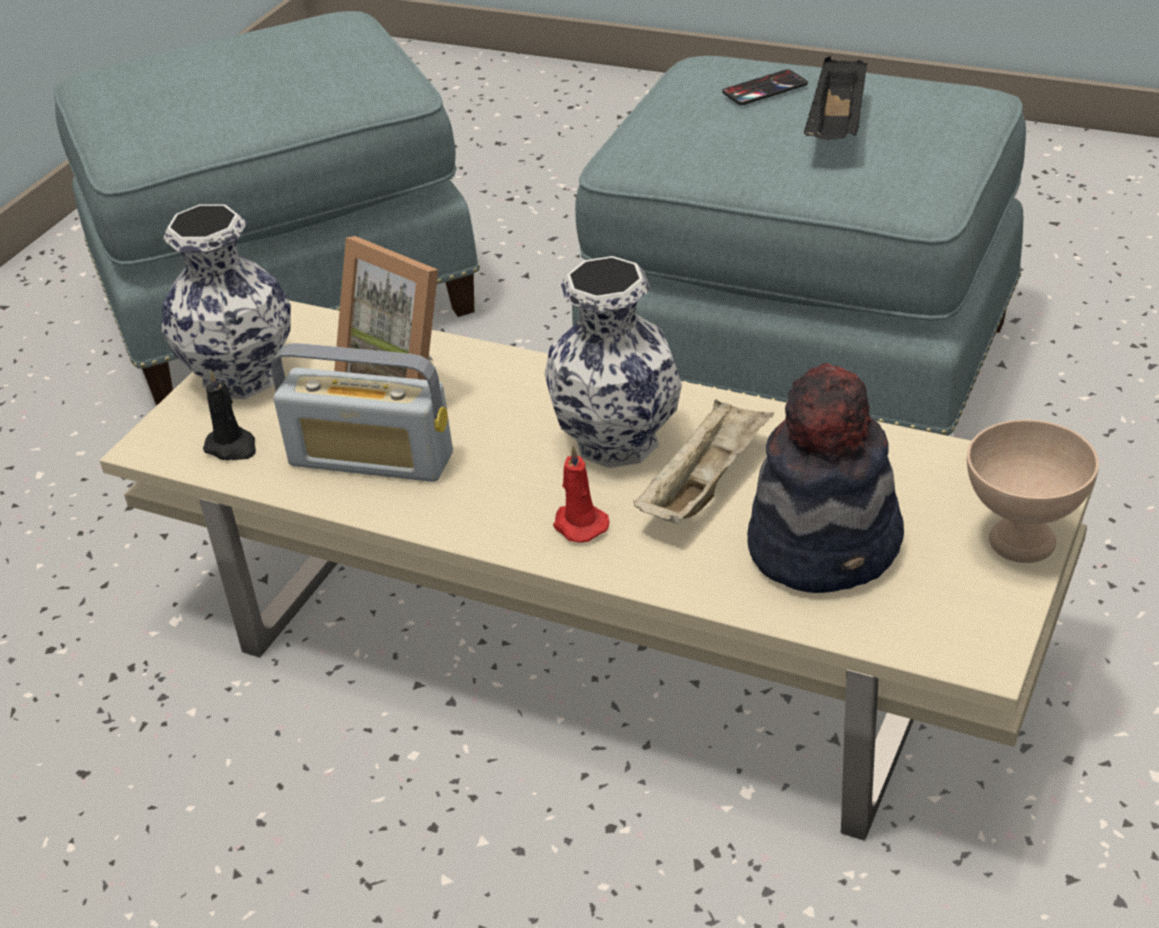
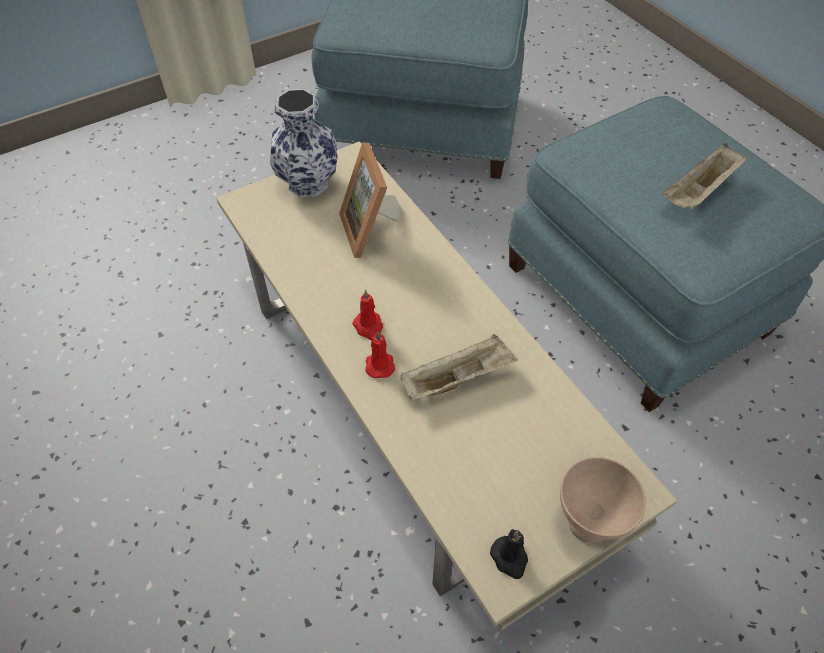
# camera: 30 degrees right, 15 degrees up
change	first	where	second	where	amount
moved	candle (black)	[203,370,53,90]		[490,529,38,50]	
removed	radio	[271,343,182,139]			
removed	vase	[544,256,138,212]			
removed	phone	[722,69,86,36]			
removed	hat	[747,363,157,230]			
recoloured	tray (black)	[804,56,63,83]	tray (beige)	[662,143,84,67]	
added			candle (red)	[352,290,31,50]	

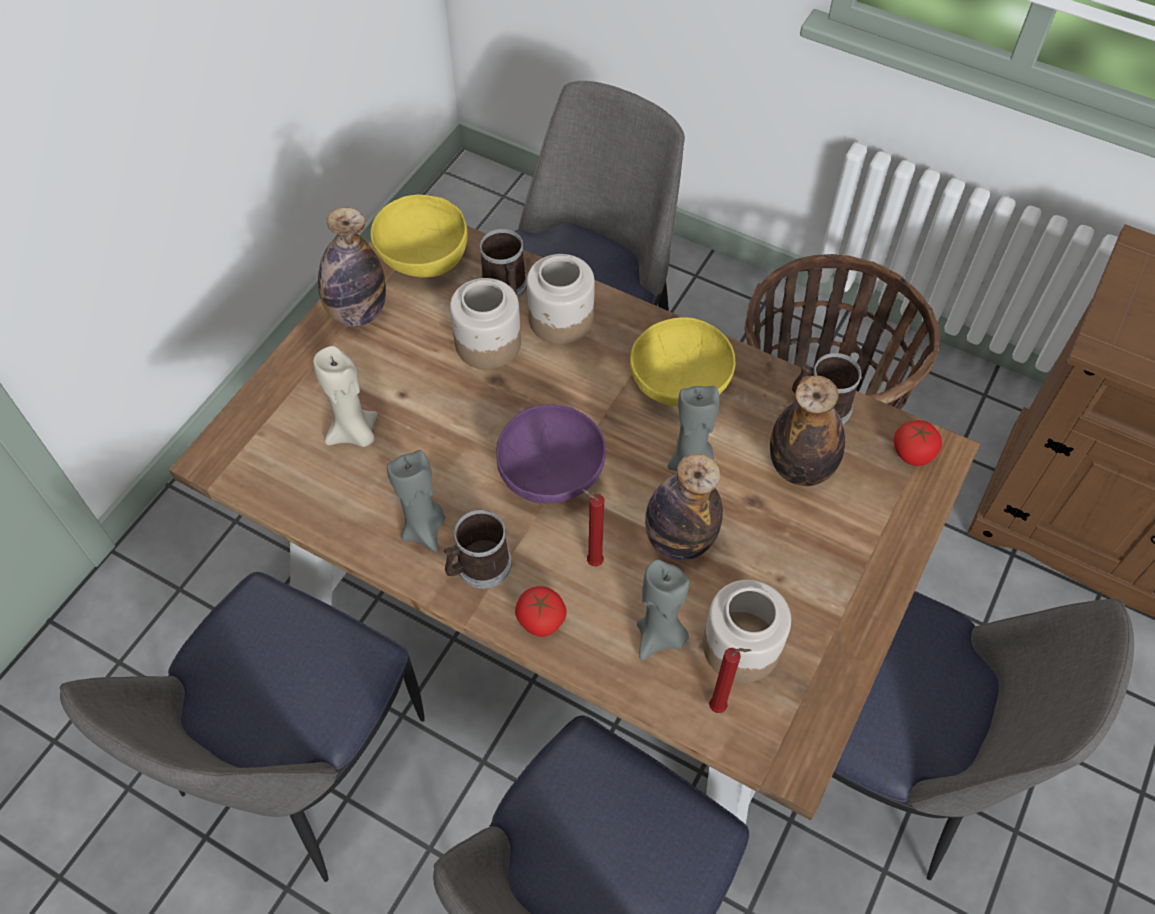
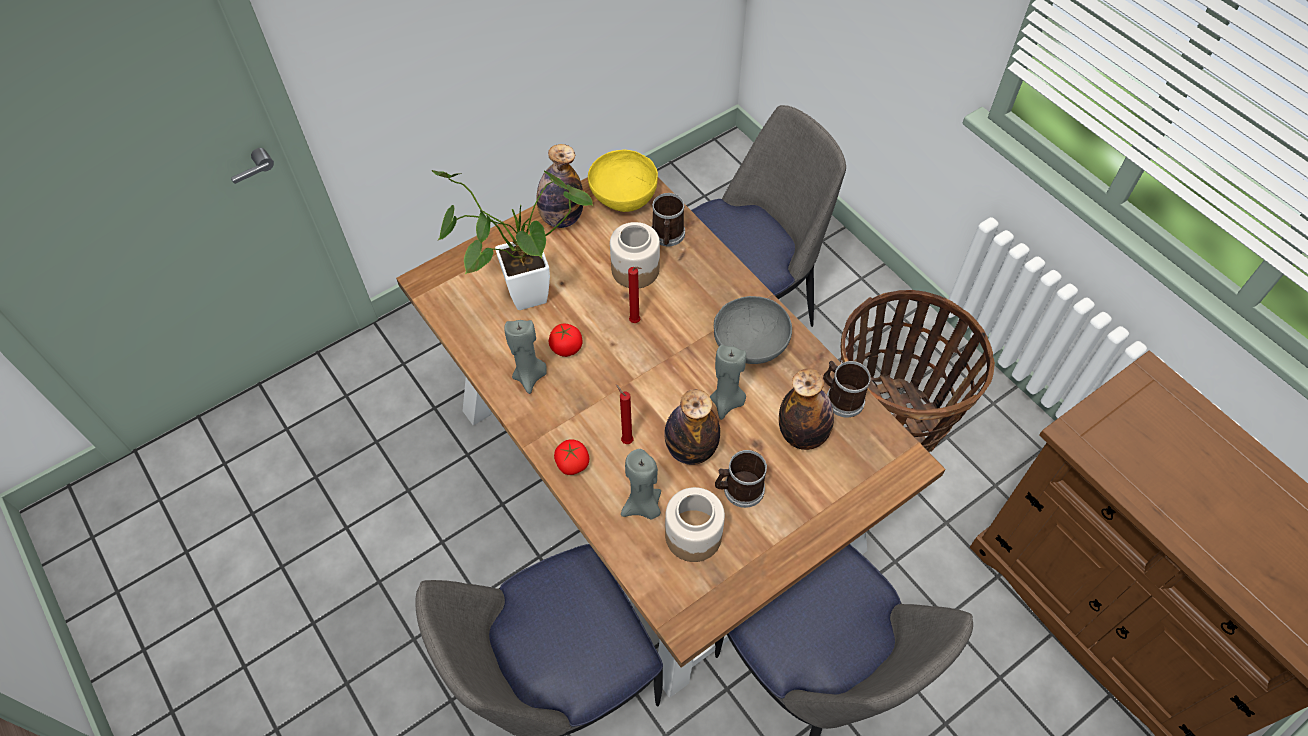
# camera: 25 degrees right, 0 degrees up
change	first	where	second	where	amount
removed	chair	[60,572,365,310]			
replaced	candle (beige)	[313,346,65,101]	potted plant	[431,170,162,140]	
moved	mug	[444,510,68,79]		[715,450,52,58]	
removed	bowl (purple)	[496,404,110,100]			
removed	jar	[527,254,68,90]			
recoloured	bowl (yellow)	[630,317,105,90]	bowl (grey)	[714,296,78,68]	
moved	candle (red)	[709,648,43,65]		[628,267,14,56]	
moved	tomato	[894,420,48,46]		[549,324,33,33]	

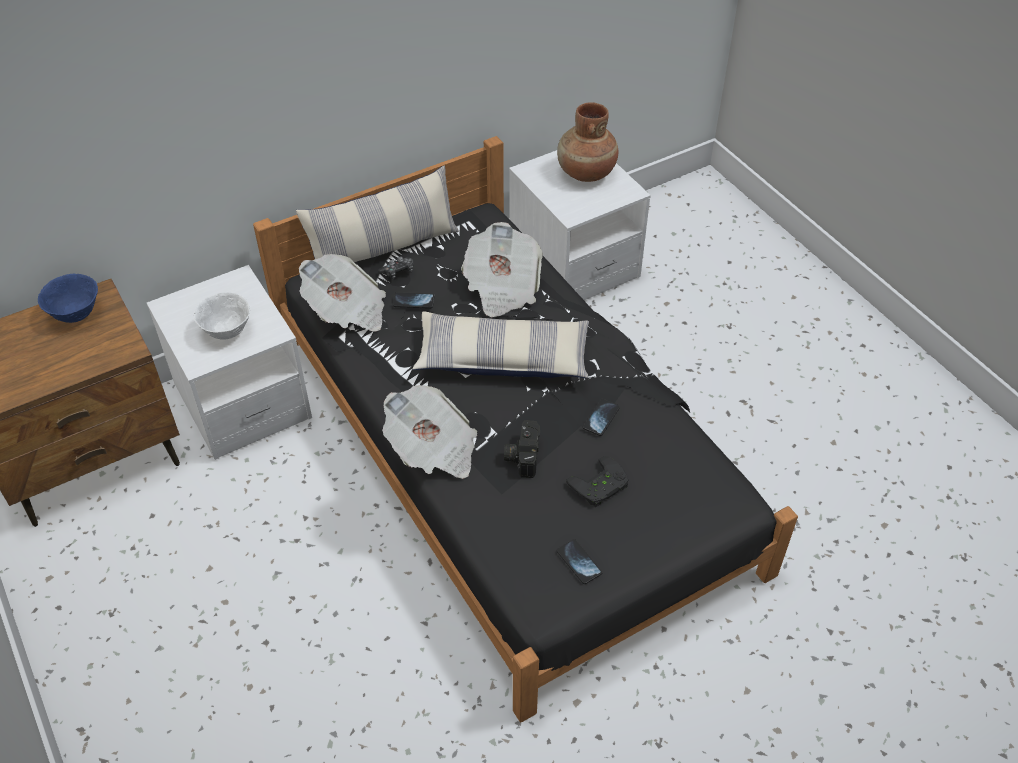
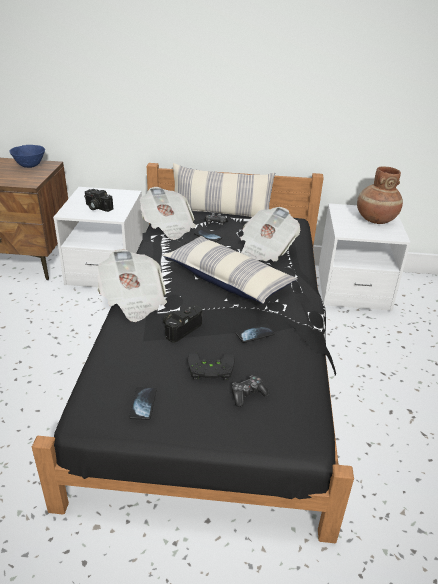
# camera: 35 degrees right, 15 degrees down
change	first	where	second	where	amount
replaced	bowl (white)	[194,292,56,48]	photo camera	[84,189,29,23]	
added			game controller	[232,376,37,31]	

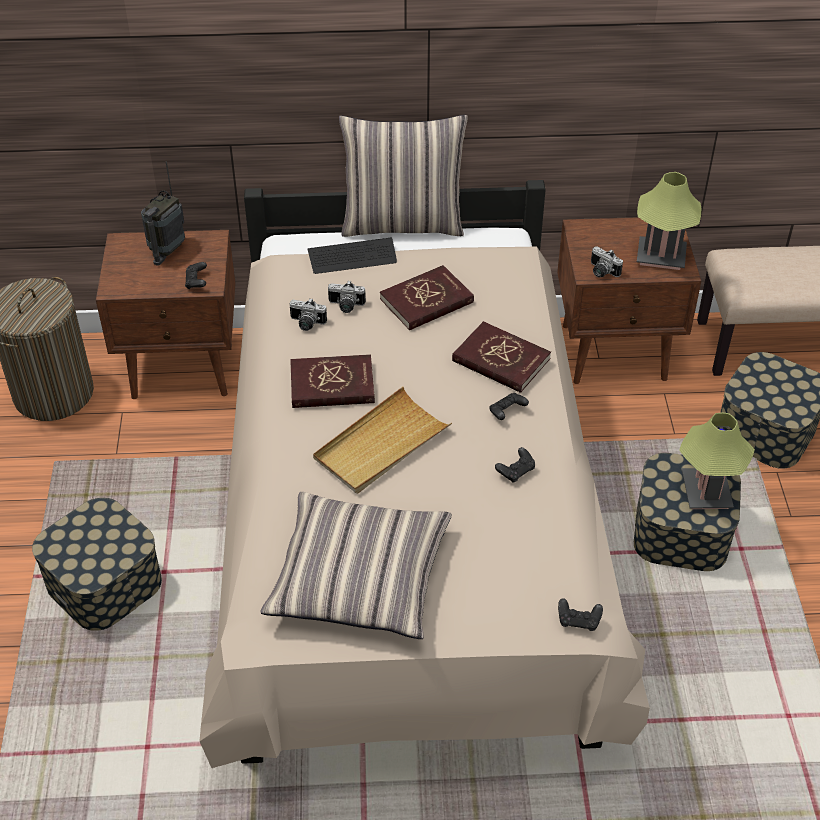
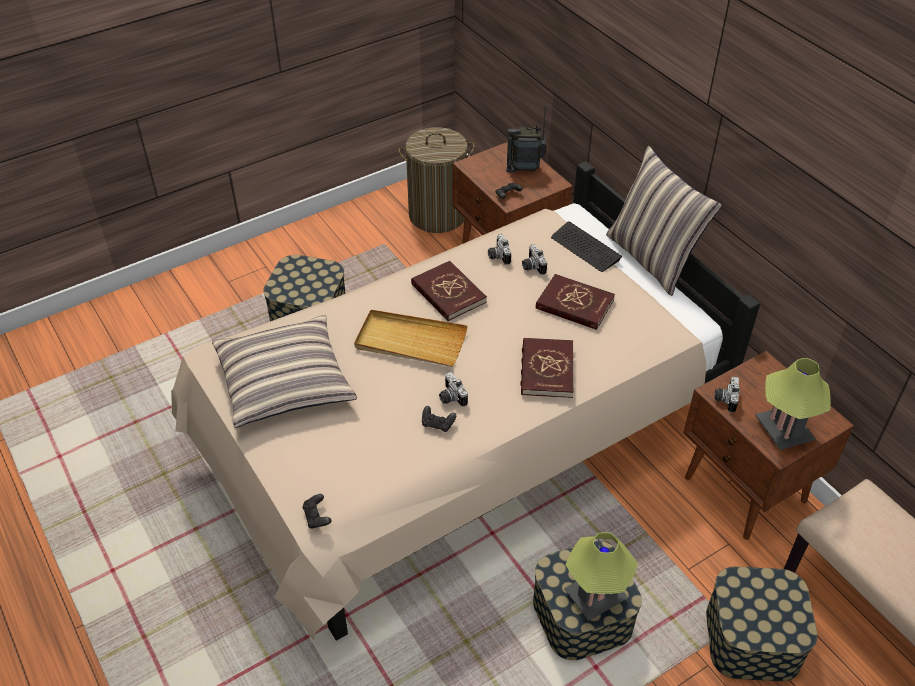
# camera: 60 degrees right, 0 degrees up
change	first	where	second	where	amount
removed	game controller (black)	[489,393,40,27]			
added			photo camera	[439,372,29,35]	

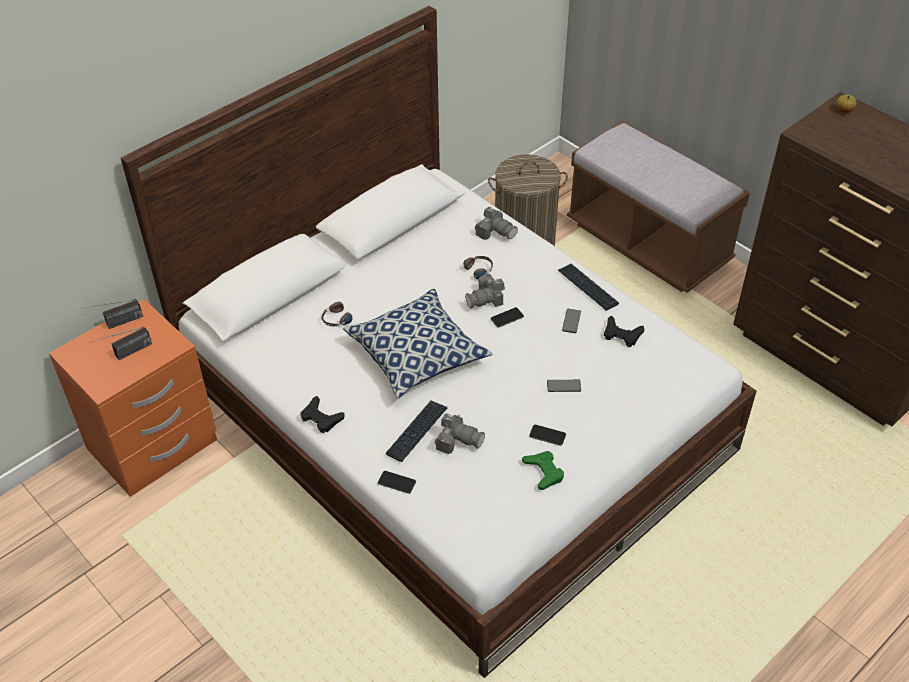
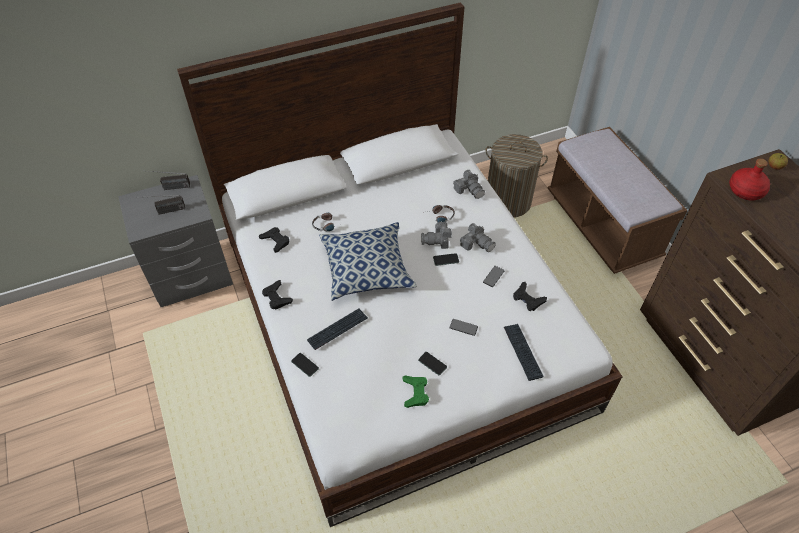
# camera: 20 degrees right, 5 degrees up
change	first	where	second	where	amount
recoloured	nightstand (orange)	[49,299,168,198]	nightstand (grey)	[118,175,115,132]	
moved	photo camera	[435,414,50,40]		[460,223,36,29]	
moved	keyboard	[558,264,61,47]		[504,324,40,57]	
added			game controller (black)	[259,227,30,26]	
added			bottle (red)	[729,159,41,42]	

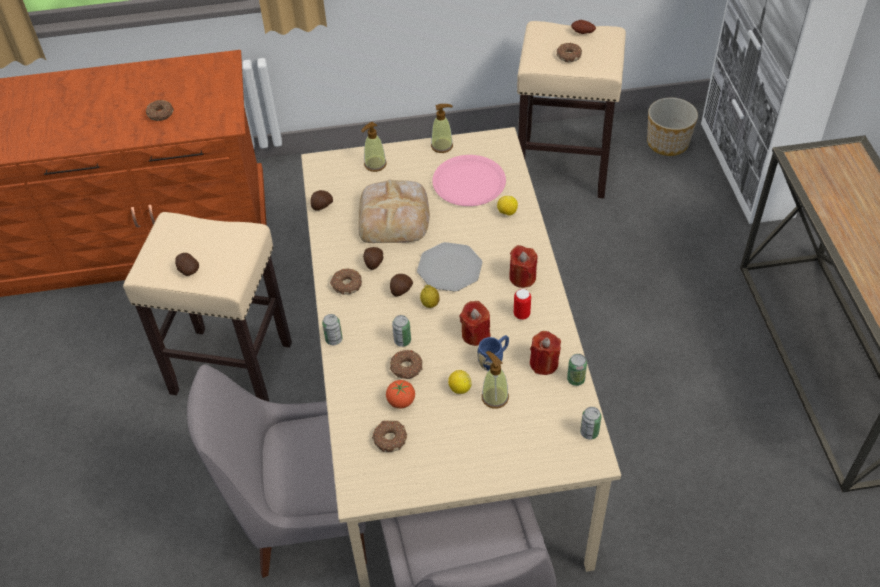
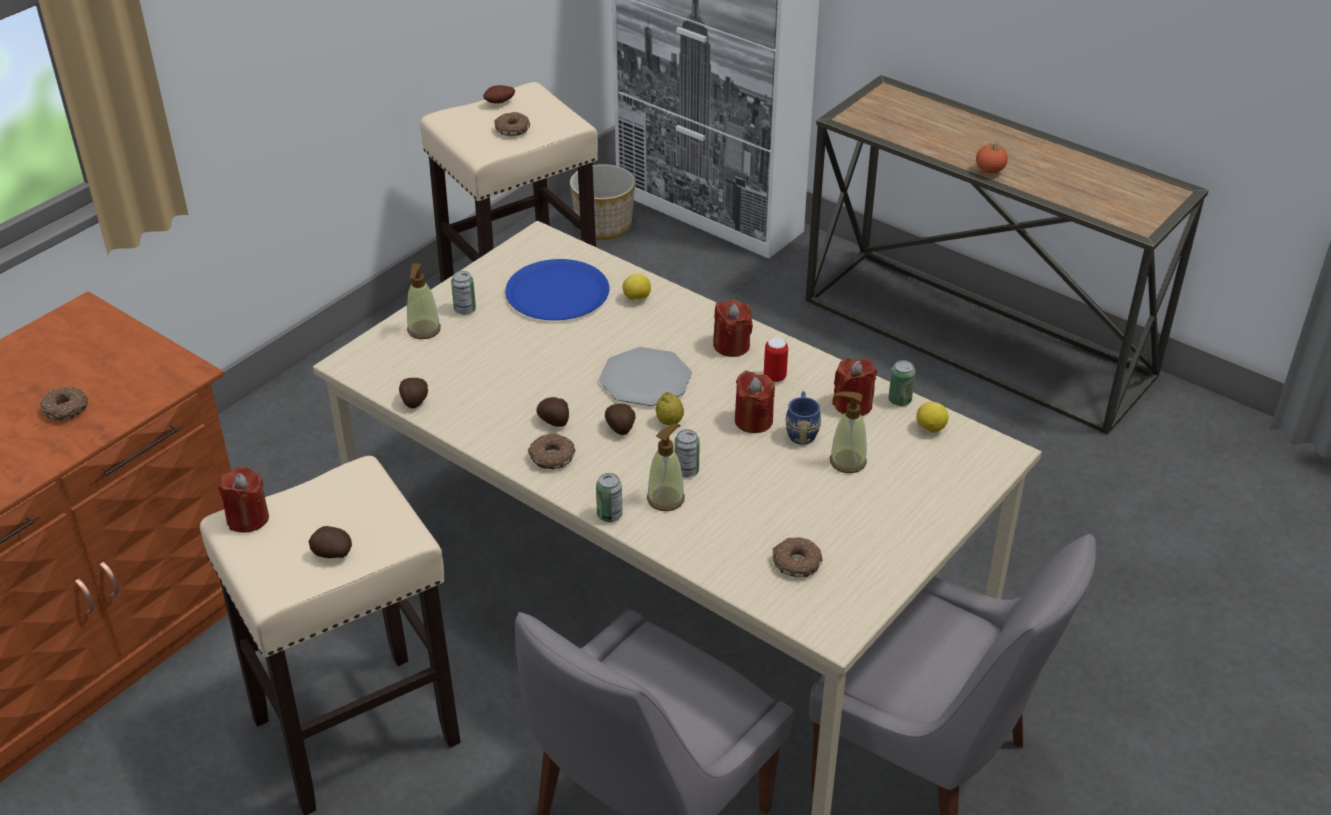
# camera: 45 degrees left, 10 degrees down
change	first	where	second	where	amount
removed	bread	[358,180,72,63]			
moved	tomato	[386,380,29,29]		[976,143,32,30]	
removed	donut	[390,350,33,29]			
moved	soap dispenser	[431,104,22,49]		[647,423,38,88]	
recoloured	plate (pink)	[432,155,74,51]	plate (blue)	[505,259,104,61]	
moved	lemon	[448,370,24,24]		[916,402,33,31]	
moved	can	[580,407,21,32]		[451,271,25,44]	
added			candle (red)	[218,467,51,66]	

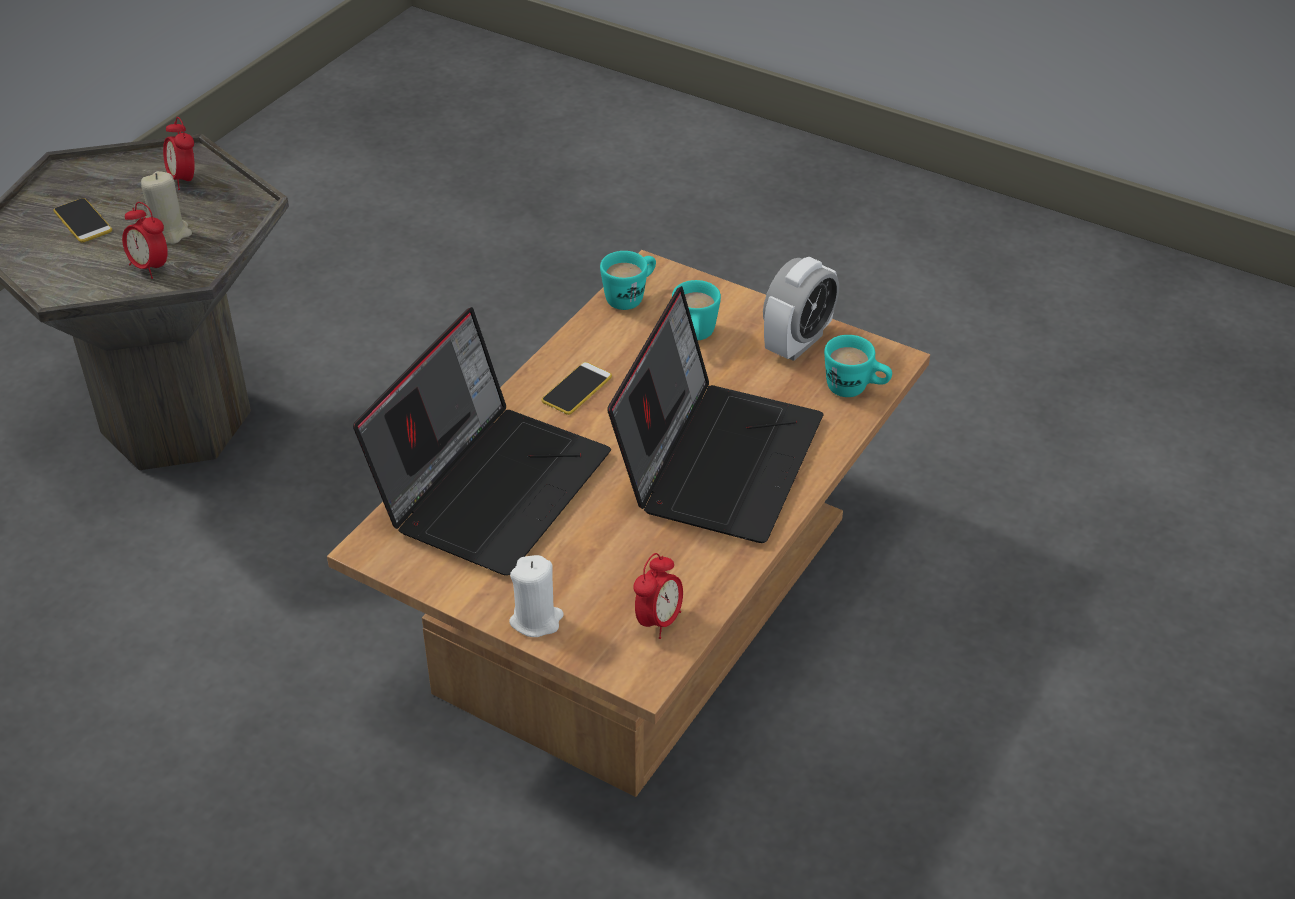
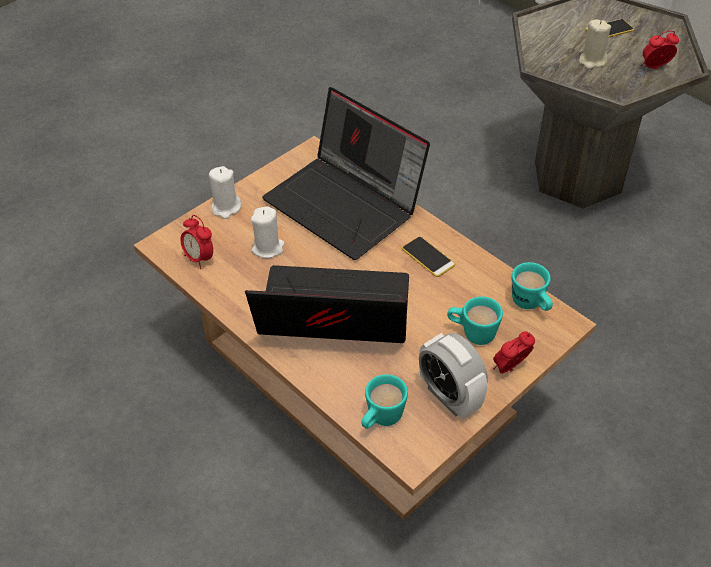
# camera: 105 degrees right, 5 degrees up
change	first	where	second	where	amount
moved	alarm clock	[122,202,46,77]		[493,331,42,43]	
turned	laptop	[607,286,217,257]		[245,265,164,78]	150 degrees clockwise
added			candle (white)	[251,206,33,52]	

